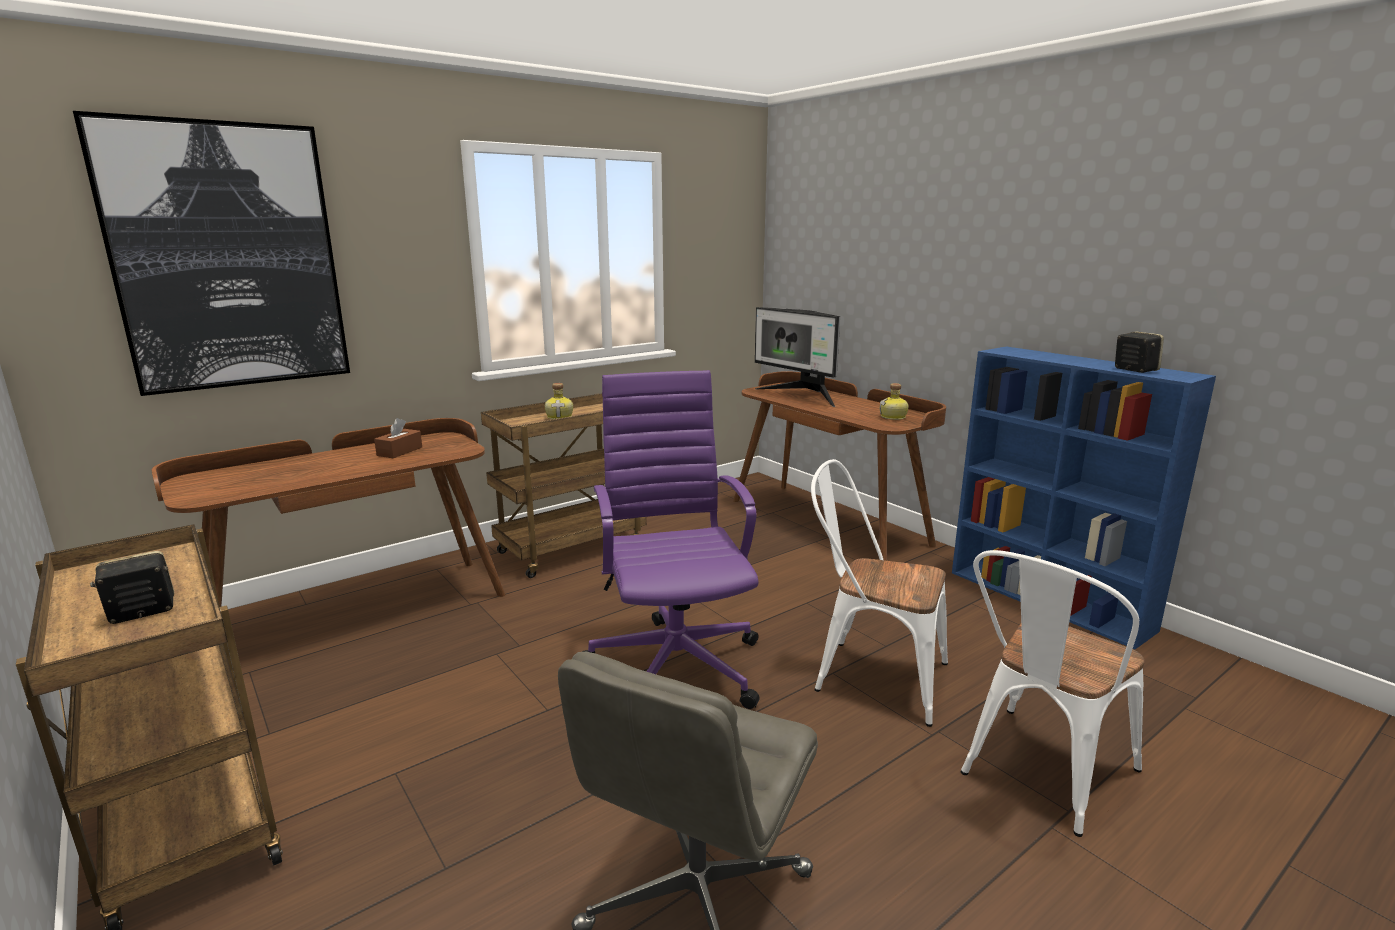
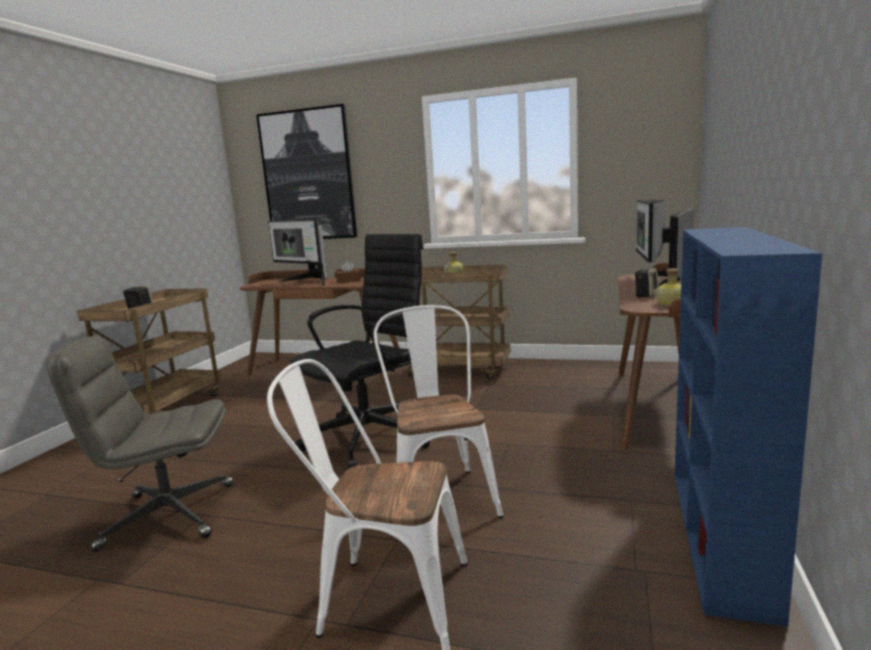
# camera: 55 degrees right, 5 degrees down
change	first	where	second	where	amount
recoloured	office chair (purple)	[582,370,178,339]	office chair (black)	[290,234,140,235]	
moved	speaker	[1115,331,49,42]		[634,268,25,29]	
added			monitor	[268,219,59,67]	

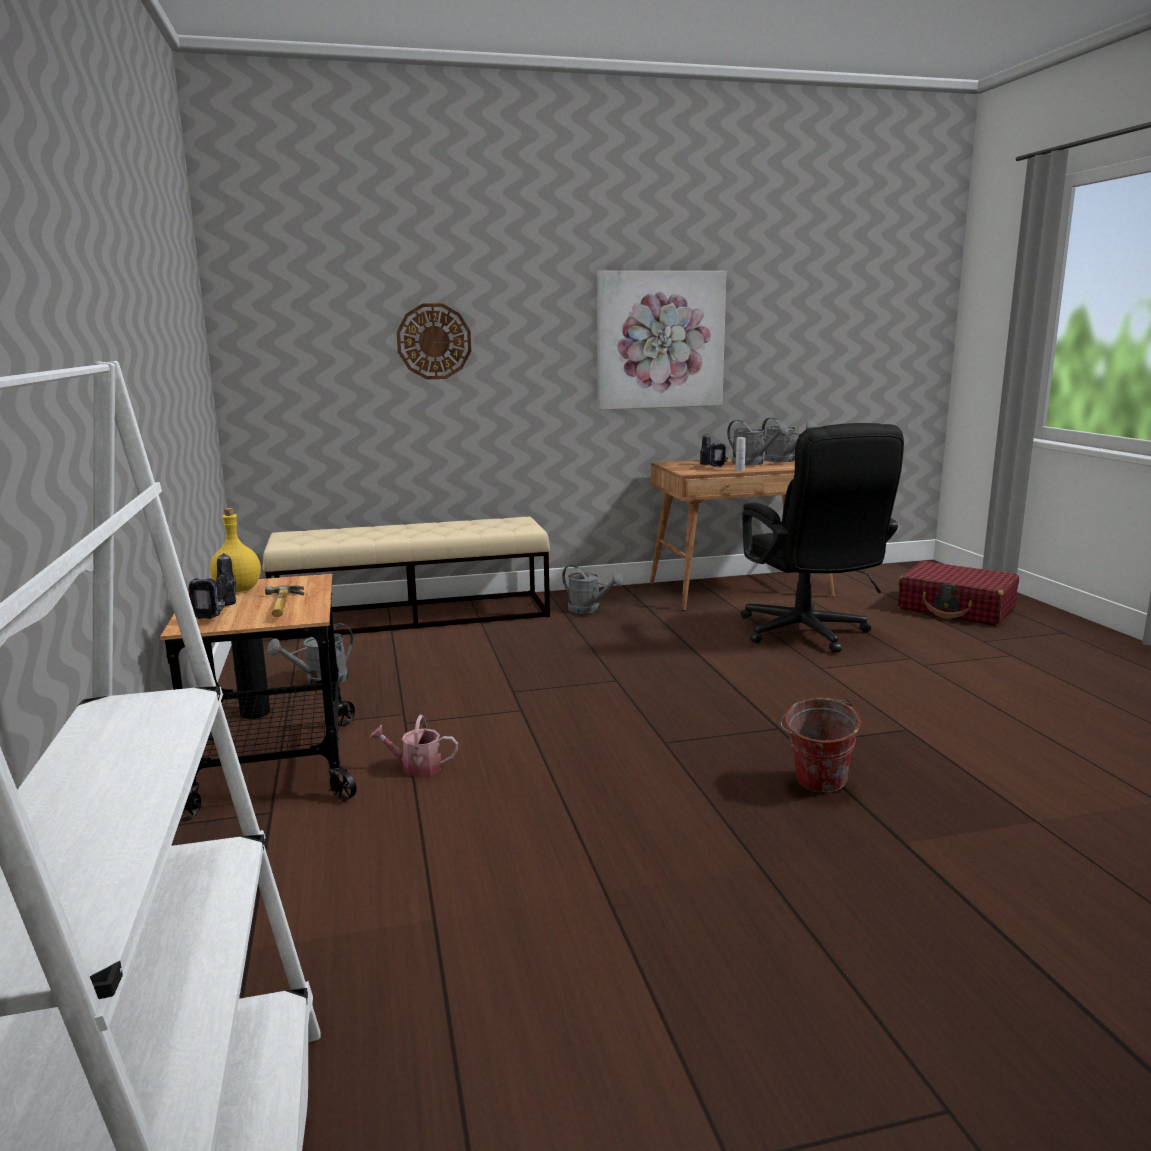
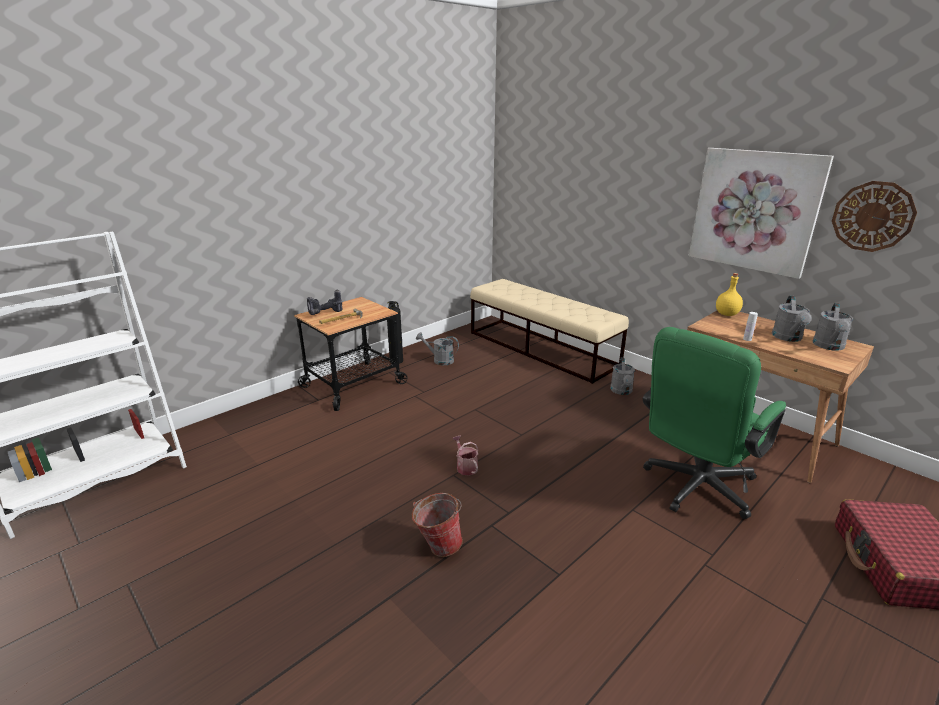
# camera: 60 degrees right, 10 degrees up
change	first	where	second	where	amount
moved	bottle (yellow)	[210,508,51,84]		[716,273,27,43]	
moved	watering can	[370,715,88,62]		[452,436,26,40]	
moved	wall clock	[397,303,74,76]		[832,181,85,71]	
removed	power drill	[700,433,28,34]			
recoloured	office chair (black)	[741,423,163,230]	office chair (green)	[643,327,143,192]	

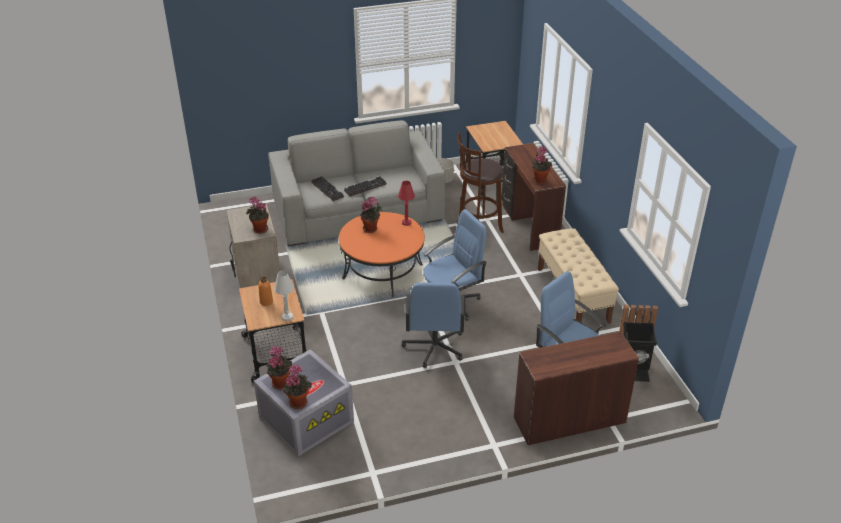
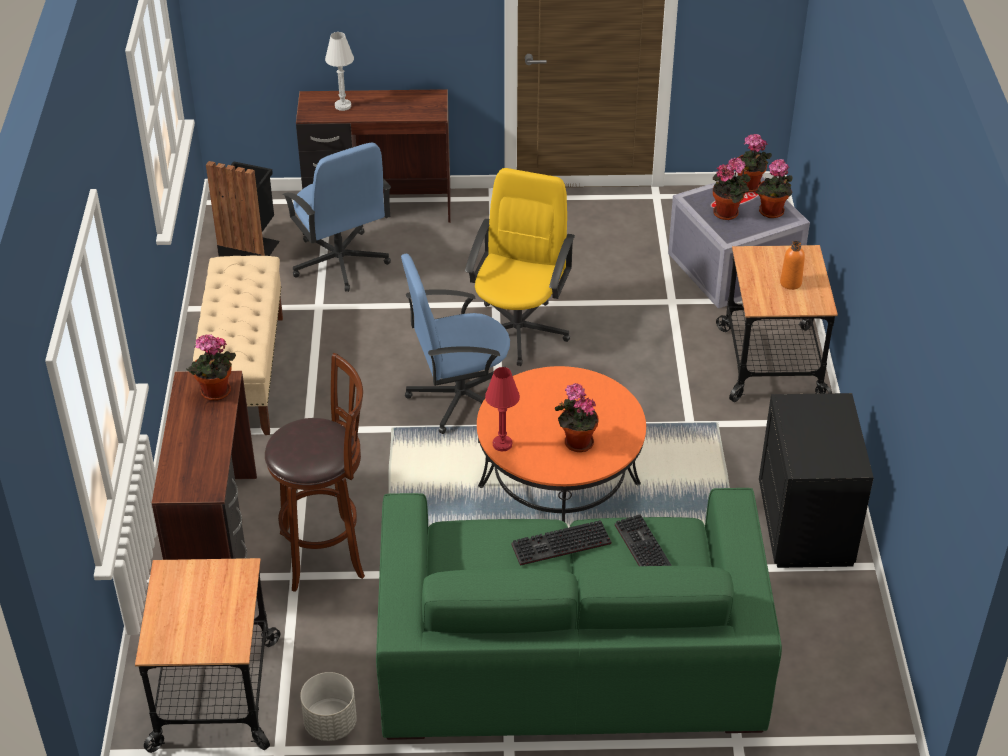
# camera: 165 degrees left, 5 degrees up
change	first	where	second	where	amount
recoloured	nightstand (beige)	[226,204,54,84]	nightstand (black)	[759,393,115,175]	
moved	potted plant	[246,196,23,38]		[713,158,38,62]	
recoloured	sofa (grey)	[268,120,177,126]	sofa (green)	[376,488,406,252]	
moved	table lamp (white)	[274,271,20,50]		[325,32,29,79]	
recoloured	office chair (blue)	[402,282,64,86]	office chair (yellow)	[465,168,110,198]	

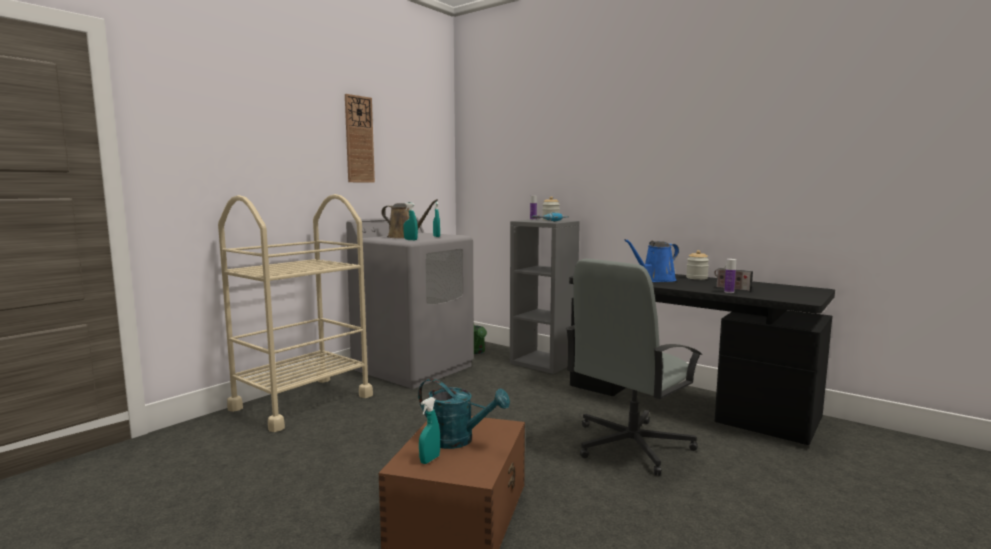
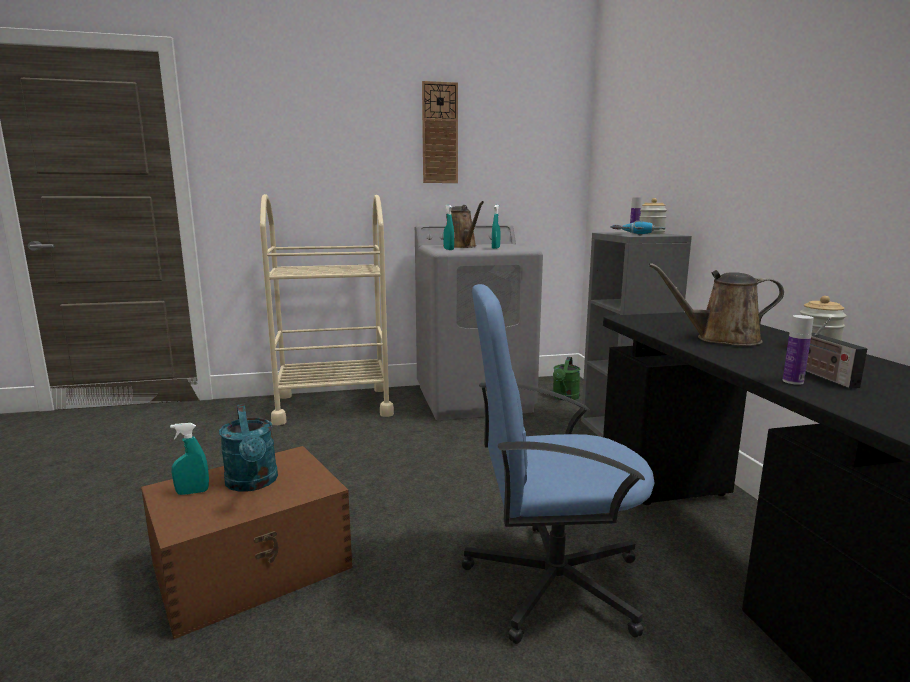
# camera: 40 degrees right, 5 degrees up
change	first	where	second	where	amount
recoloured	office chair (grey)	[565,259,138,217]	office chair (blue)	[461,284,194,360]	
recoloured	watering can (blue)	[624,239,55,43]	watering can (brown)	[649,263,135,83]	

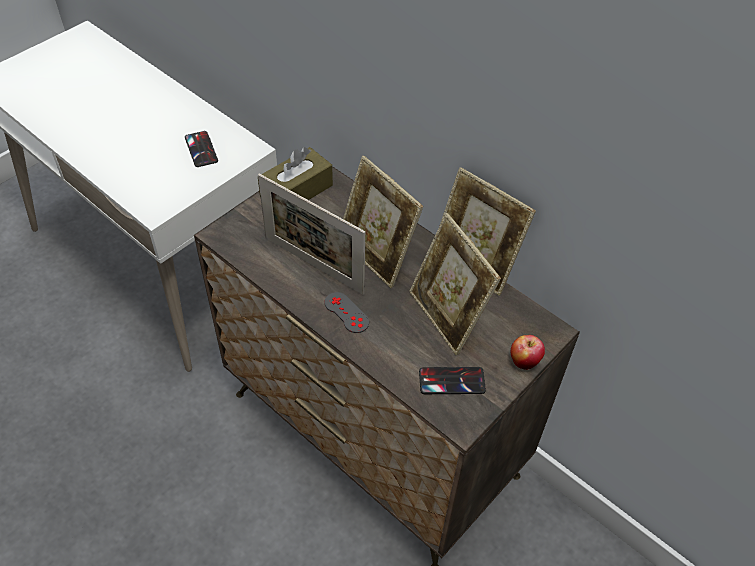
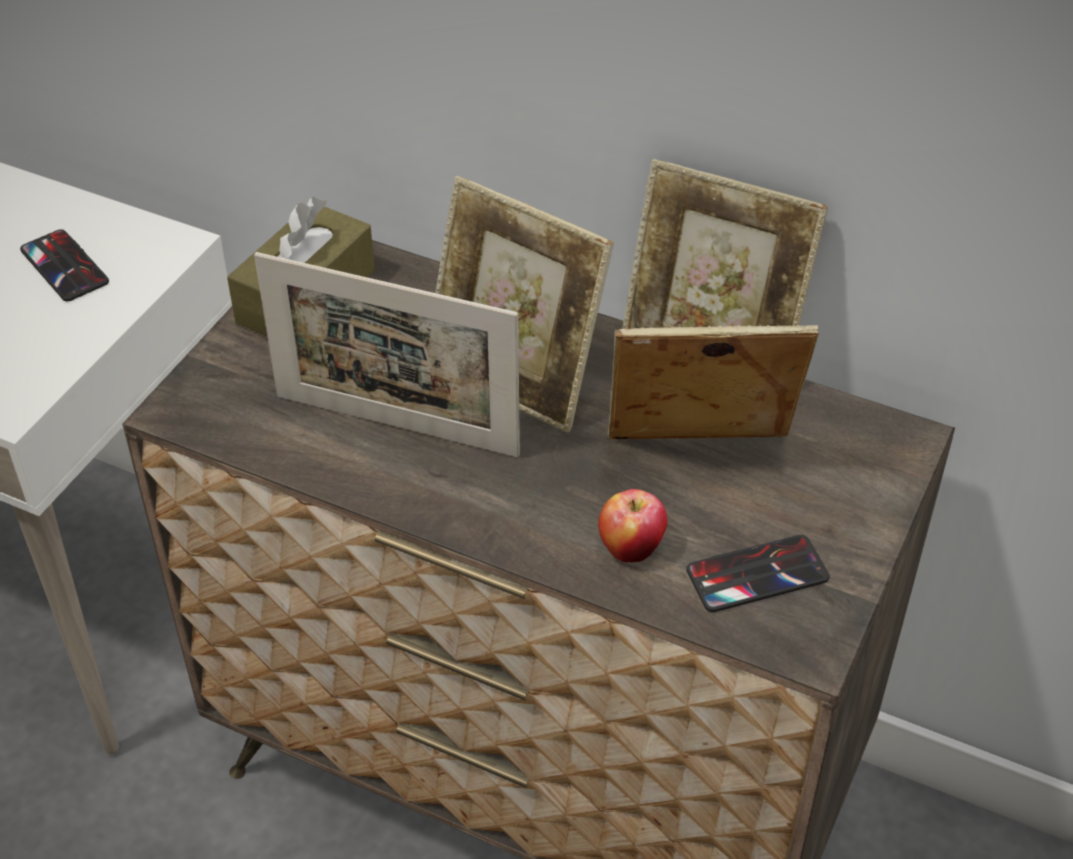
# camera: 15 degrees left, 5 degrees down
change	first	where	second	where	amount
removed	game controller (grey)	[325,292,44,41]			
turned	picture frame	[409,213,92,143]		[608,325,211,114]	135 degrees clockwise
moved	apple	[511,335,34,35]		[598,489,69,73]	

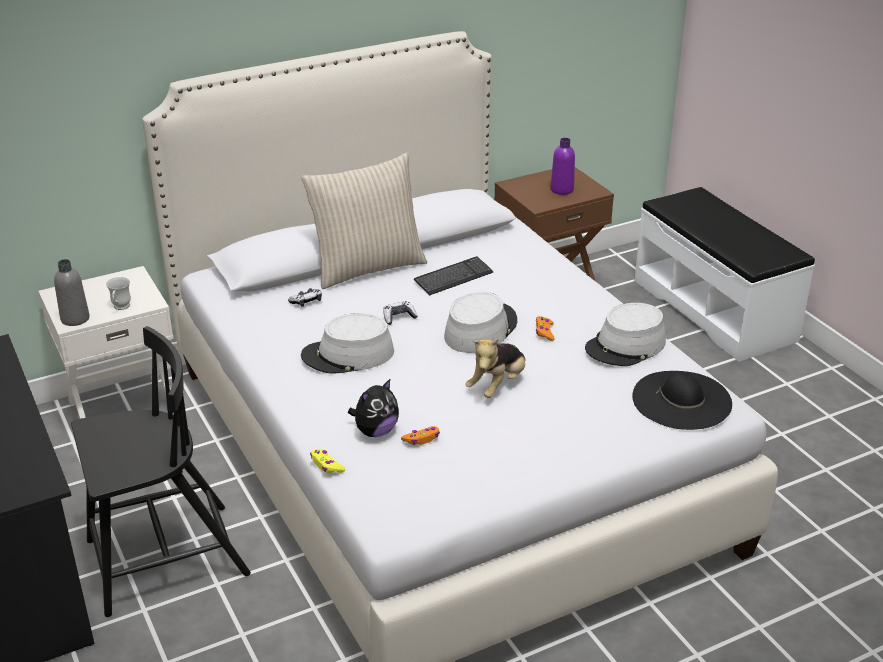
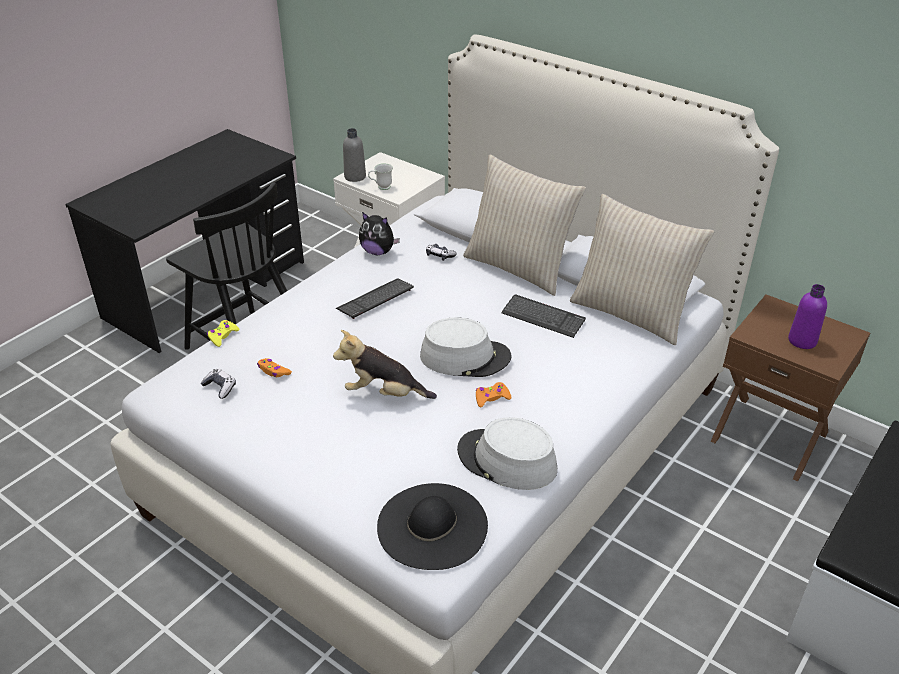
# camera: 65 degrees right, 5 degrees up
change	first	where	second	where	amount
replaced	hat (grey)	[301,313,93,61]	keyboard	[336,278,78,41]	
moved	plush toy	[348,378,51,59]		[359,212,41,43]	
moved	game controller	[383,301,35,24]		[201,368,35,31]	
added			pillow (beige)	[570,194,144,151]	

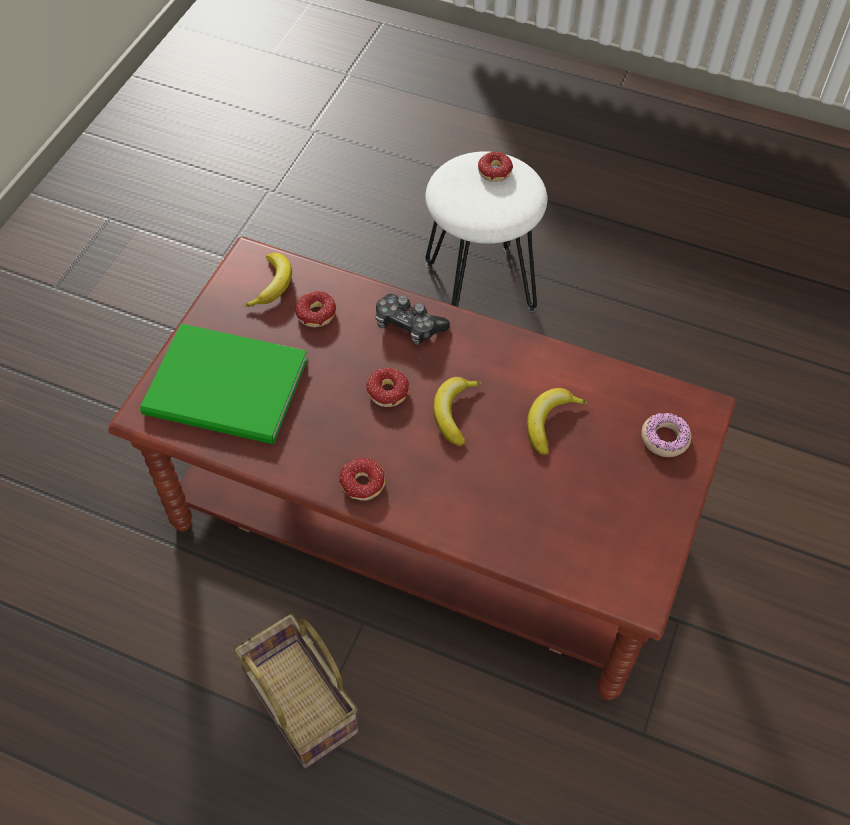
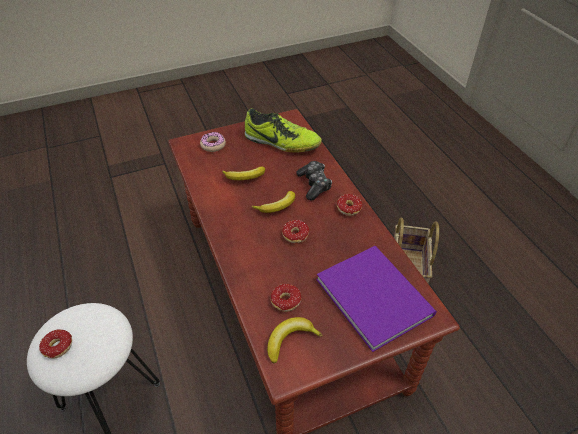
# camera: 135 degrees left, 10 degrees down
change	first	where	second	where	amount
recoloured	book (green)	[140,323,168,121]	book (purple)	[316,246,121,106]	
moved	game controller	[376,294,74,51]		[296,161,36,39]	
added			shoe	[245,108,77,45]	

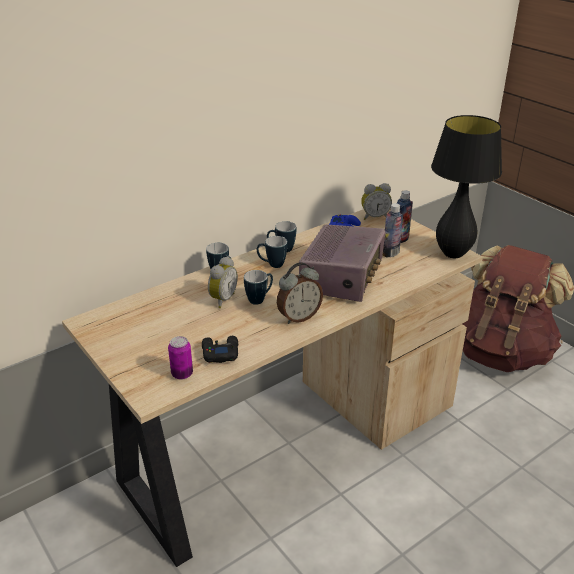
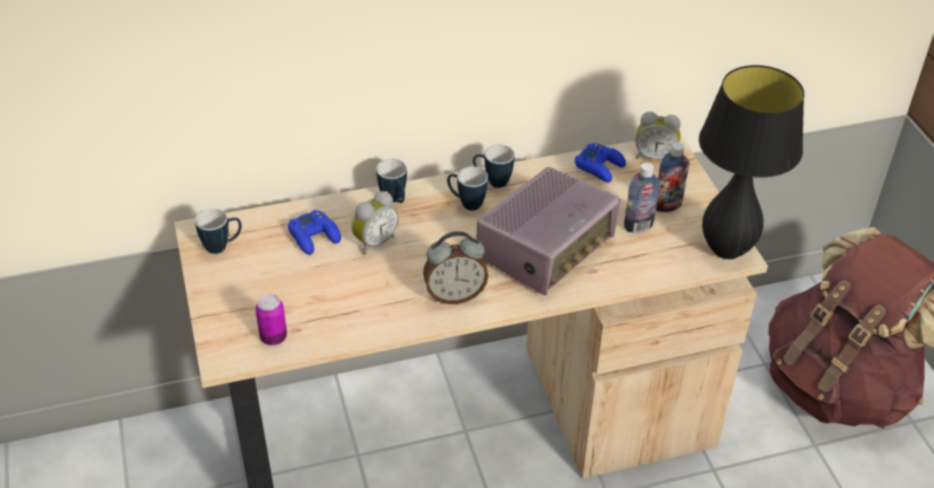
# camera: 20 degrees right, 10 degrees up
change	first	where	second	where	amount
removed	game controller (black)	[202,336,36,27]			
moved	mug	[244,270,29,35]		[195,208,47,46]	
added			game controller (blue)	[288,210,53,45]	

